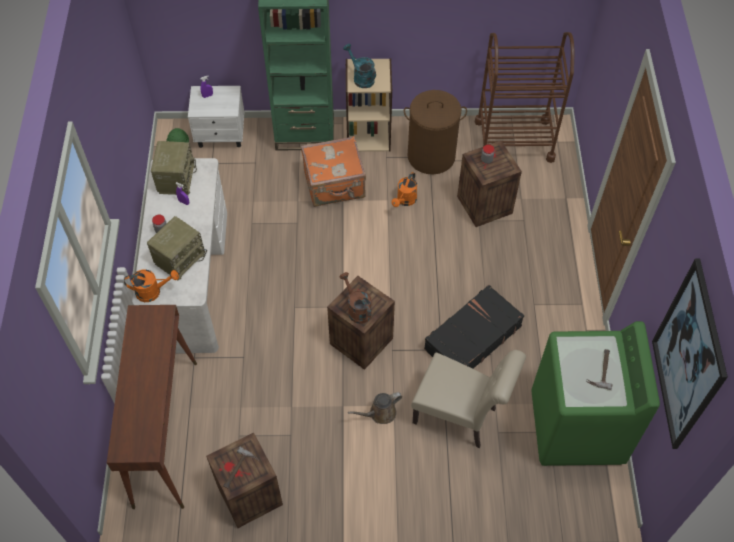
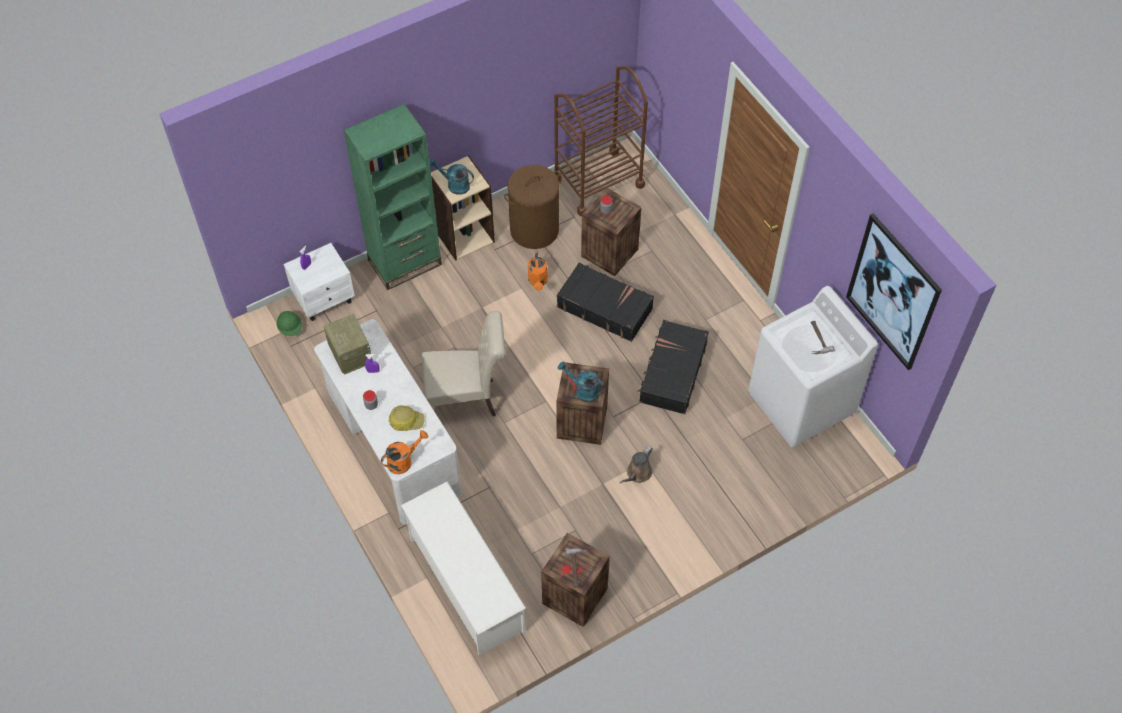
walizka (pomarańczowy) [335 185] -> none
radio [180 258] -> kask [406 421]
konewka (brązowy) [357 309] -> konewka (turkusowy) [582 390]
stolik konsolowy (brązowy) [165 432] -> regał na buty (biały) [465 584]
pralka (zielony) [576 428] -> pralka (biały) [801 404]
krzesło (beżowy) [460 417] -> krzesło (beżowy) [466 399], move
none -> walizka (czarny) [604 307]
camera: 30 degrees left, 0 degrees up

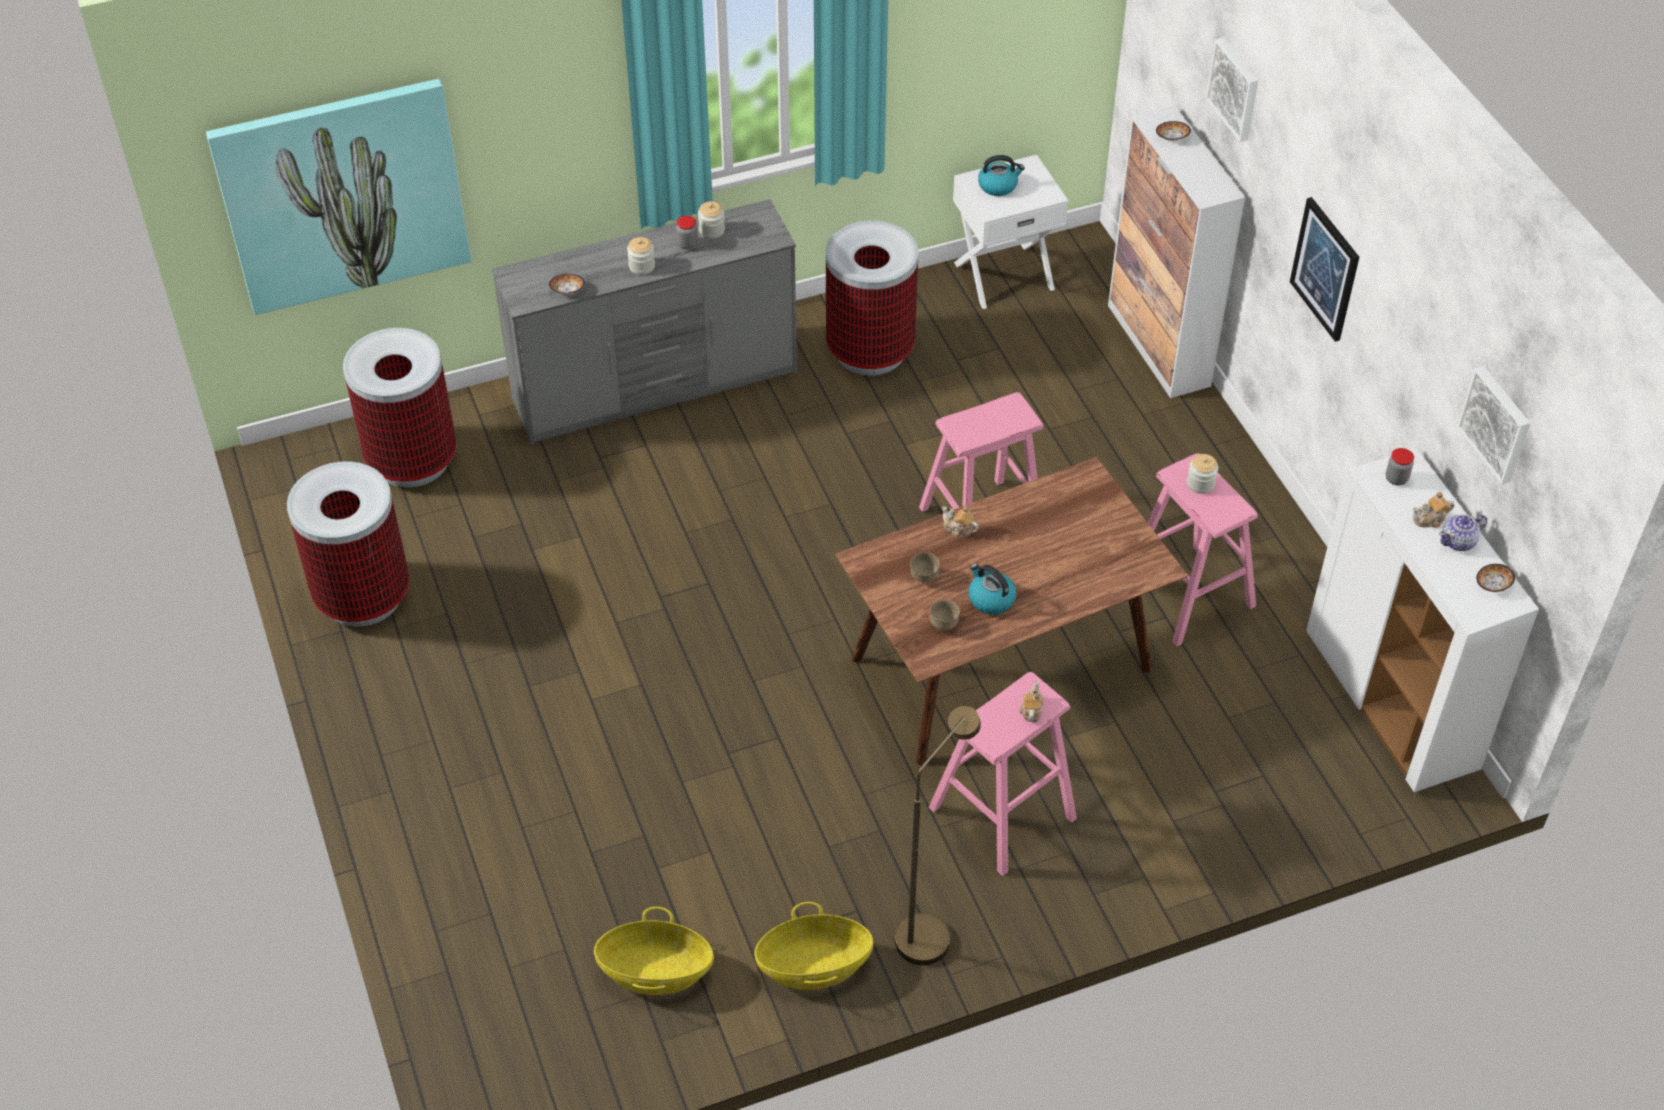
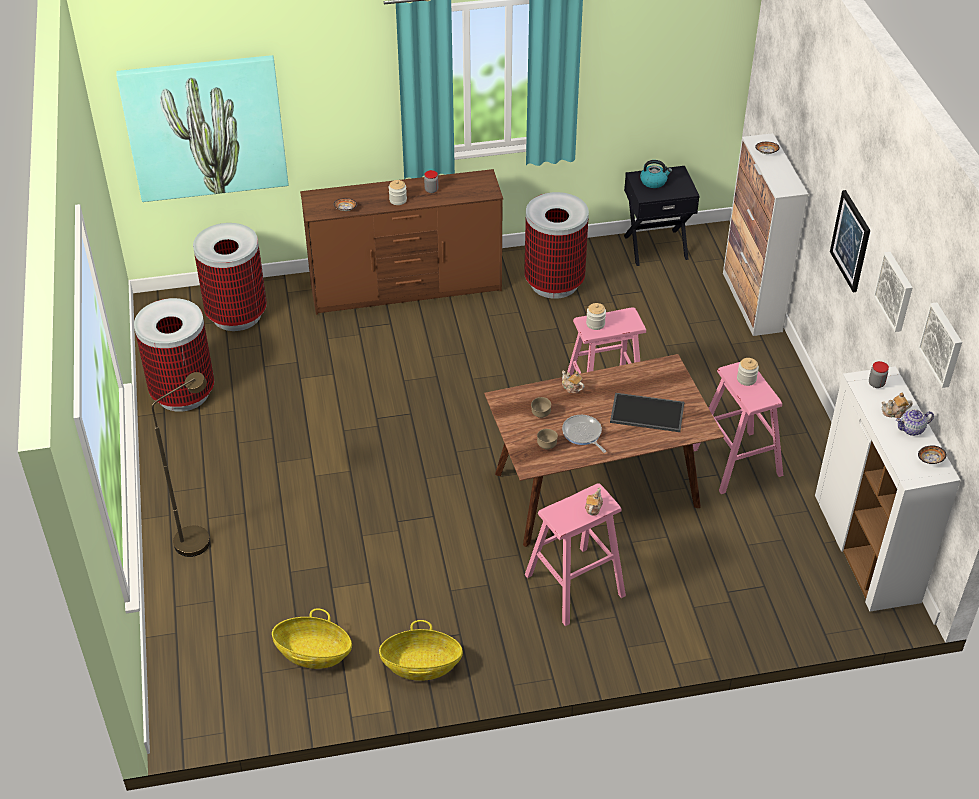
obraz [1235 88] -> obraz [895 291], move
szafka nocna (biały) [1003 275] -> szafka nocna (czarny) [655 246]
komoda (szary) [656 386] -> komoda (brązowy) [406 289]
słoik [712 230] -> słoik [595 324], move
czajnik [990 599] -> patelnia [583 434]
lampa stojąca (brązowy) [929 929] -> lampa stojąca (brązowy) [199 536], move
none -> taca [646 413]
camera: 10 degrees right, 5 degrees down

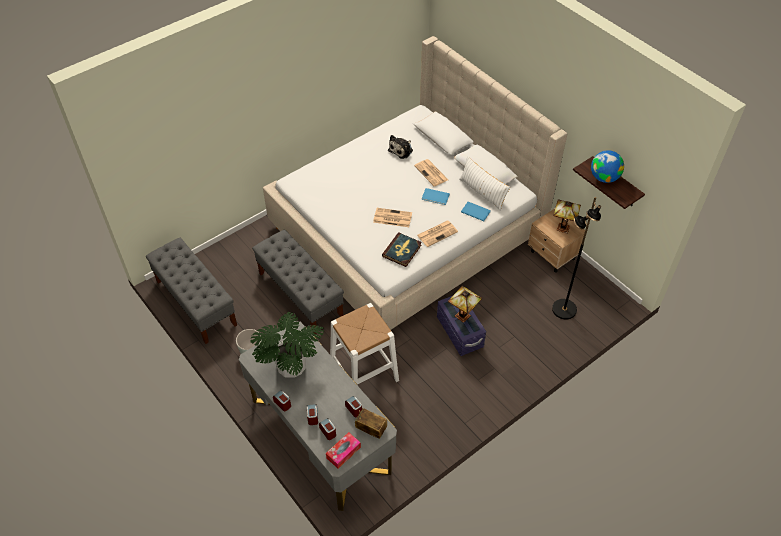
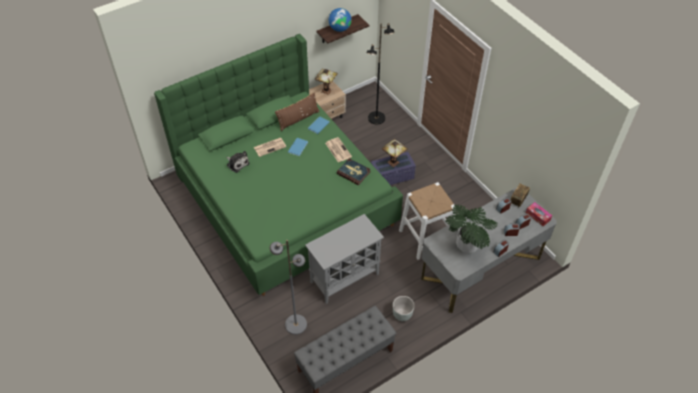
łóżko (beżowy) [408 230] -> łóżko (zielony) [285 198]
poduszka (biały) [482 192] -> poduszka (brązowy) [298 119]
gazeta [392 218] -> none
ławka (szary) [300 295] -> szafka (szary) [345 277]
none -> lampa stojąca (szary) [295 324]
camera: 85 degrees left, 0 degrees up

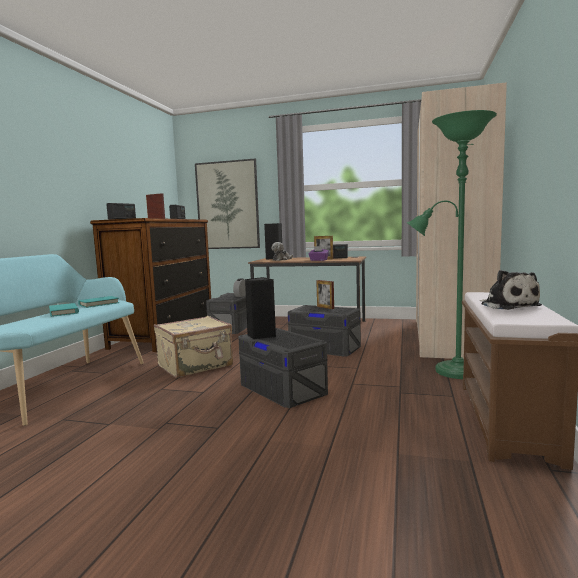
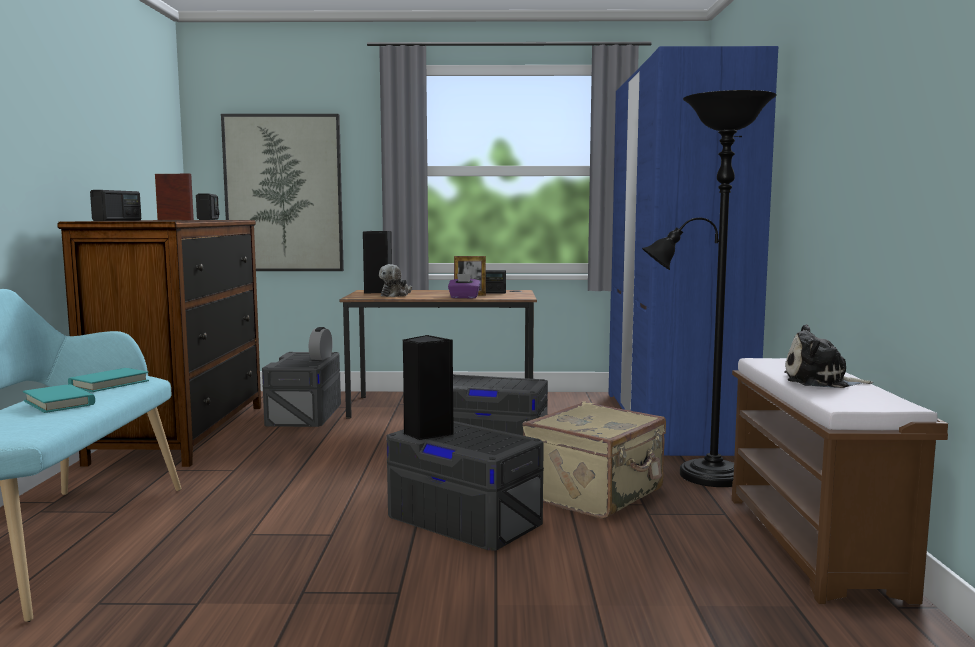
szafa (beżowy) [449 337] -> szafa (niebieski) [672 421]
lampa stojąca (zielony) [451 371] -> lampa stojąca (czarny) [703 476]
pluszak [508 305] -> pluszak [820 381], 135 degrees clockwise
ramka na zdjęcie [325 307] -> none
walizka (beżowy) [196 366] -> walizka (beżowy) [596 494], move
camera: 15 degrees left, 0 degrees up

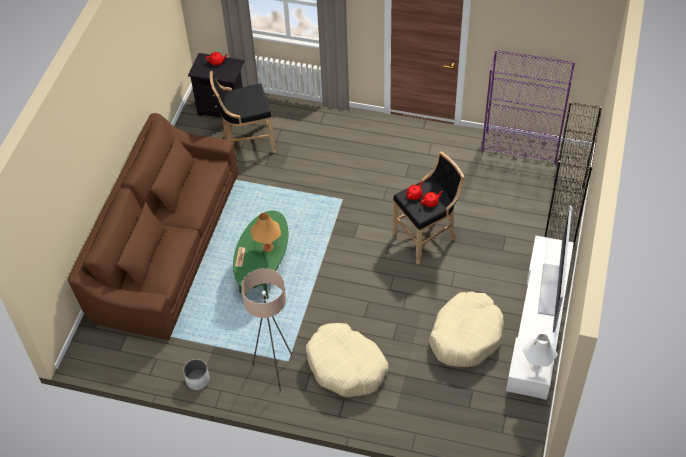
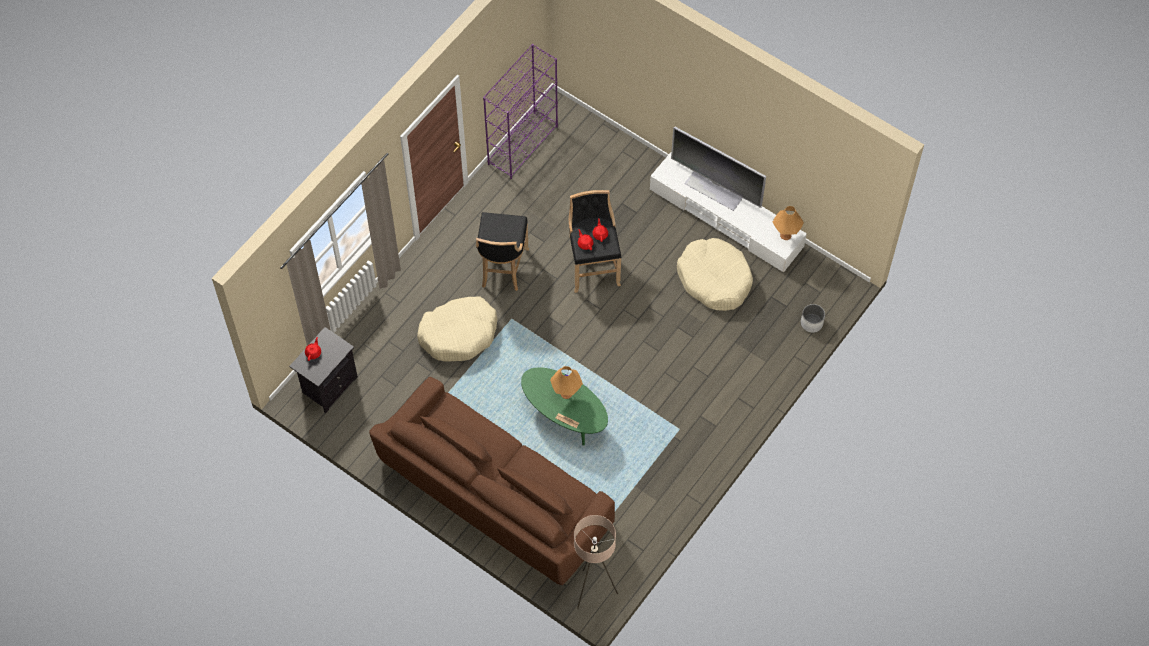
stołek (czarny) [247 143] -> stołek (czarny) [502 269], move
regał (czarny) [564 214] -> none
lampa stojąca (beżowy) [275 370] -> lampa stojąca (beżowy) [593 591], move
legowisko (beżowy) [346 366] -> legowisko (beżowy) [459 333], move
lampa stołowa (biały) [536 367] -> lampa stołowa (pomarańczowy) [785 235]
donica (biały) [197 380] -> donica (biały) [811 323], move
camera: 70 degrees left, 10 degrees up

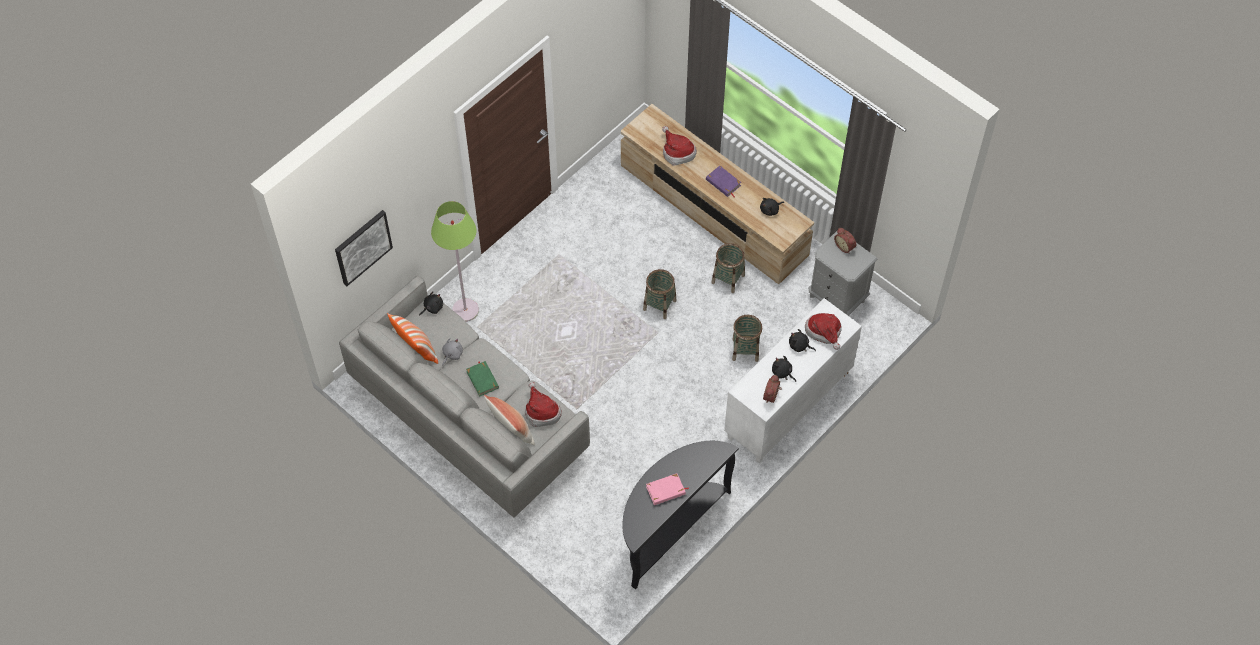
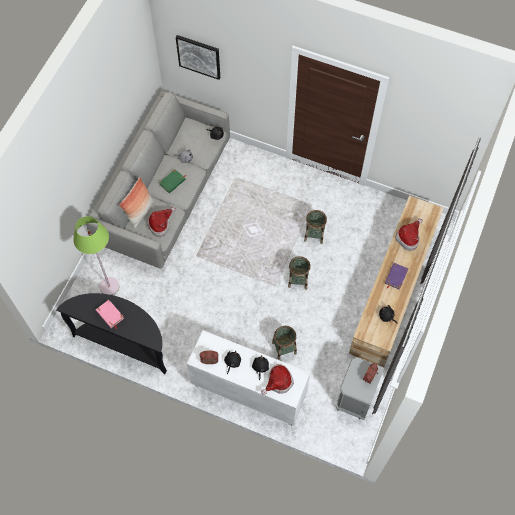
lampa stojąca (zielony) [465 310] -> lampa stojąca (zielony) [109 286], move
koszyk [728 279] -> koszyk [314 234], move
poduszka [416 350] -> none
camera: 70 degrees right, 5 degrees up

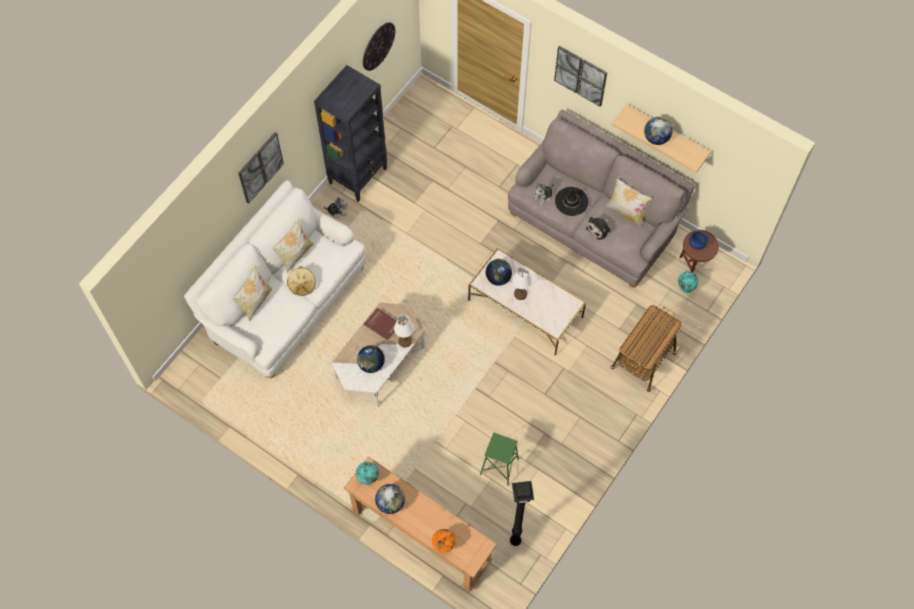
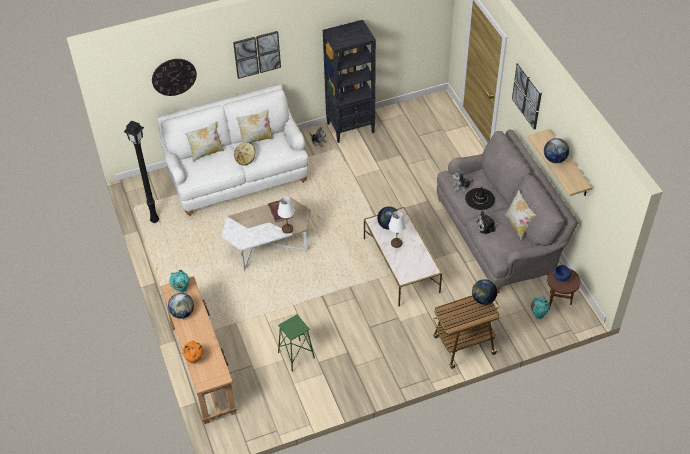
zegar ścienny [378 46] -> zegar ścienny [174 77], move
globus [371 364] -> globus [483 299], move
lampa stojąca (czarny) [516 541] -> lampa stojąca (czarny) [155 221], move
camera: 35 degrees right, 15 degrees down

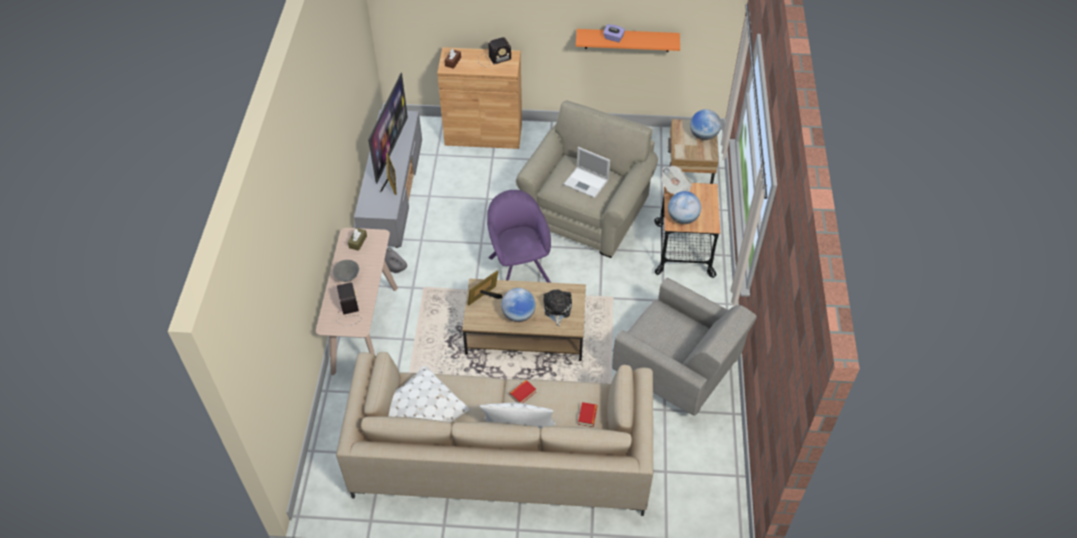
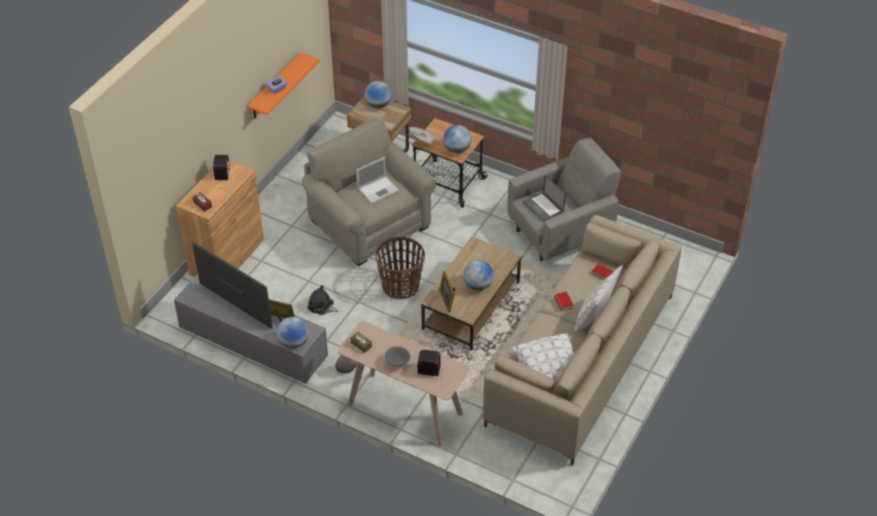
fotel (fioletowy) [518 267] -> koszyk [400 286]
pluszak [557 309] -> pluszak [322 306], move
none -> laptop [544 207]
none -> globus [293 342]
camera: 65 degrees left, 5 degrees down

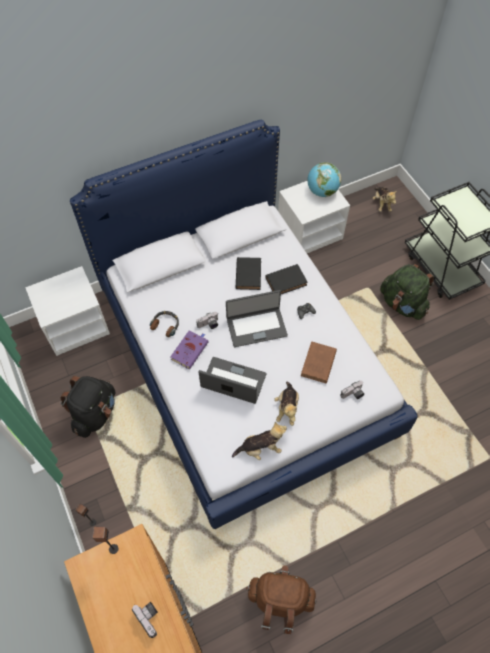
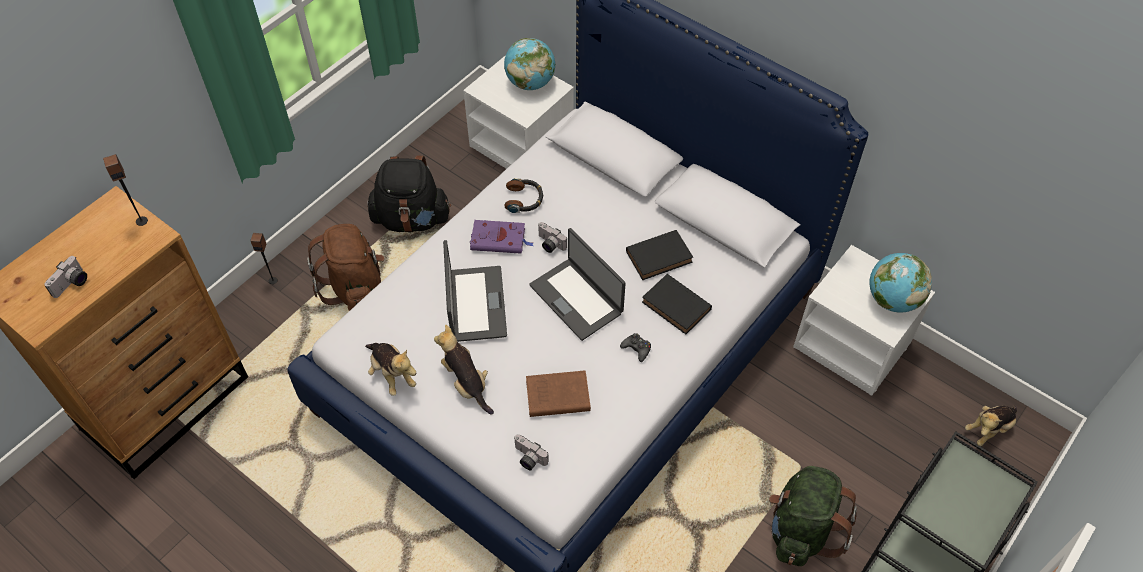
pluszak [287 408] -> pluszak [466 383], 75 degrees clockwise
plecak (brązowy) [280 599] -> plecak (brązowy) [355 288], move
none -> globus [530 83]
camera: 65 degrees right, 5 degrees down

